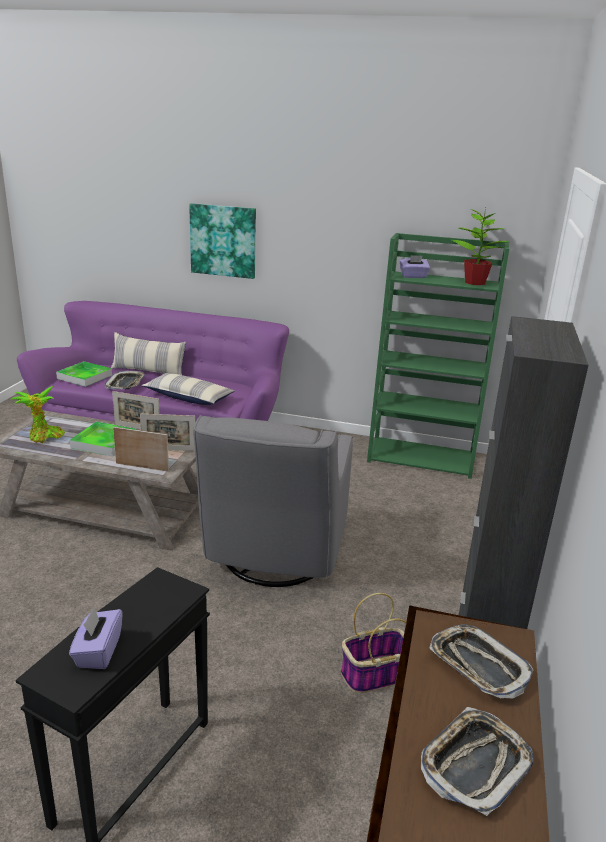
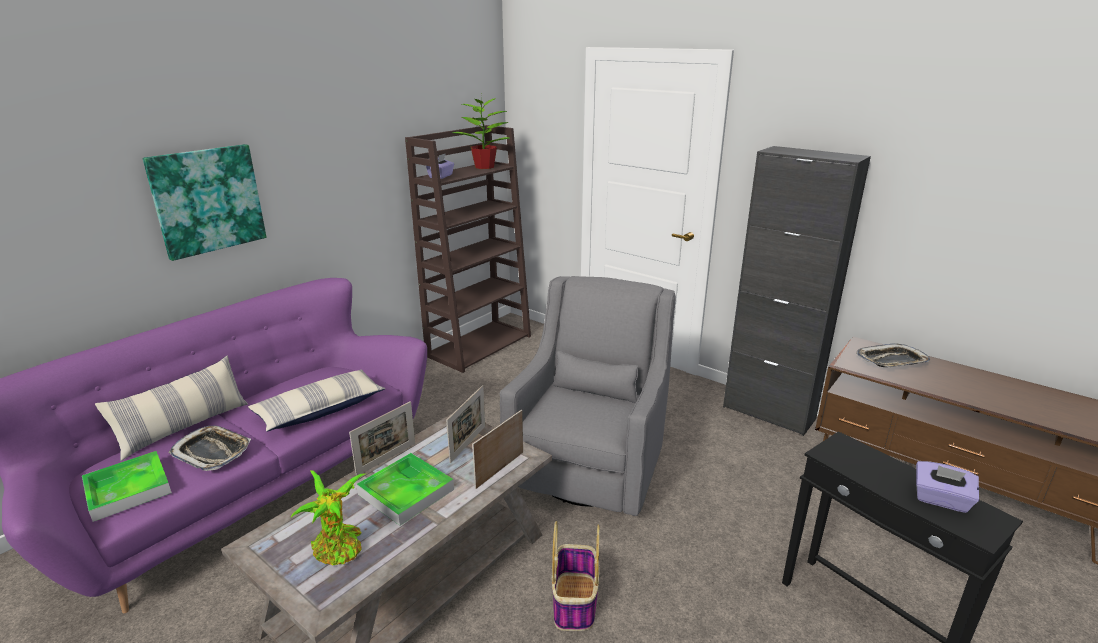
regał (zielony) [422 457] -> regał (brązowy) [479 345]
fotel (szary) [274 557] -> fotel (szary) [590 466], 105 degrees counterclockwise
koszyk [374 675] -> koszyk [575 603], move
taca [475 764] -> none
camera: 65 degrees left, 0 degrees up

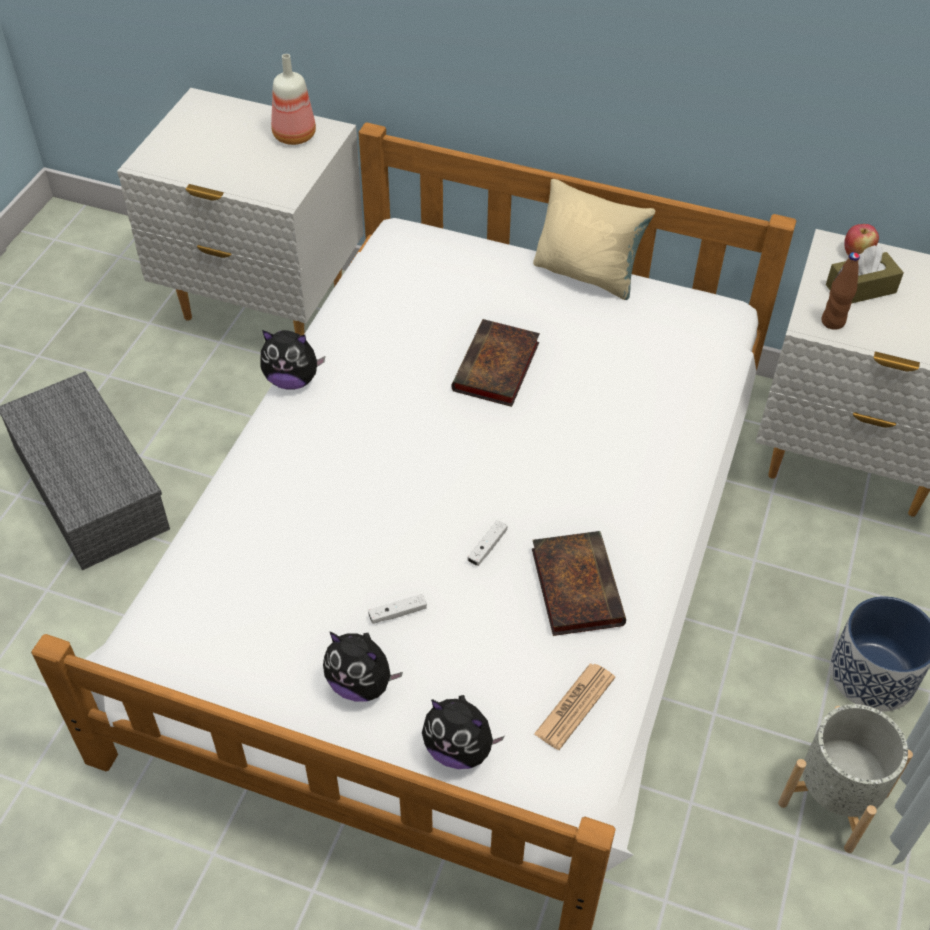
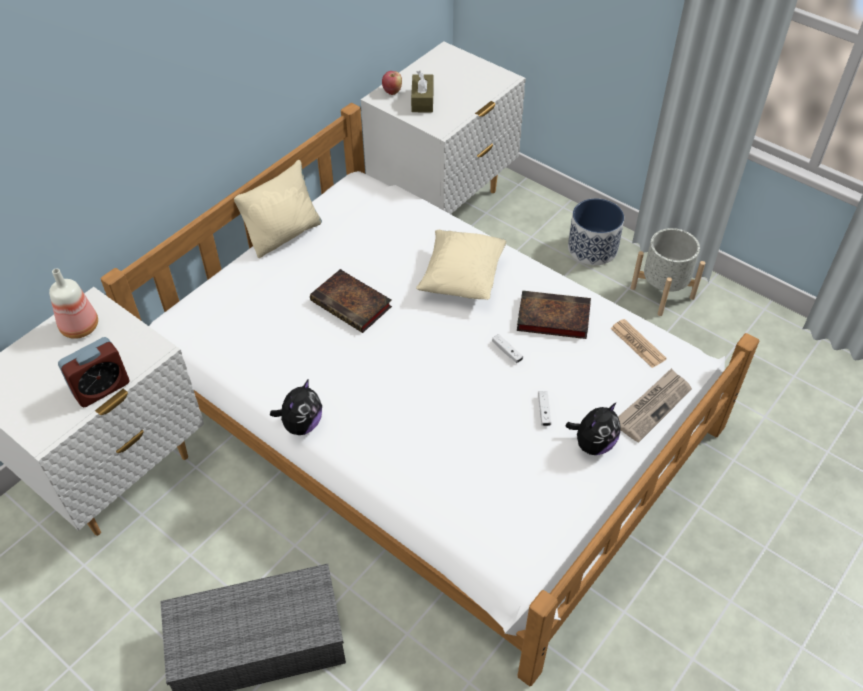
butelka (brązowy) [833 322] -> none
pluszak [459 749] -> gazeta [653 406]
none -> poduszka (beżowy) [462 278]
none -> budzik [101 388]
camera: 70 degrees left, 0 degrees up

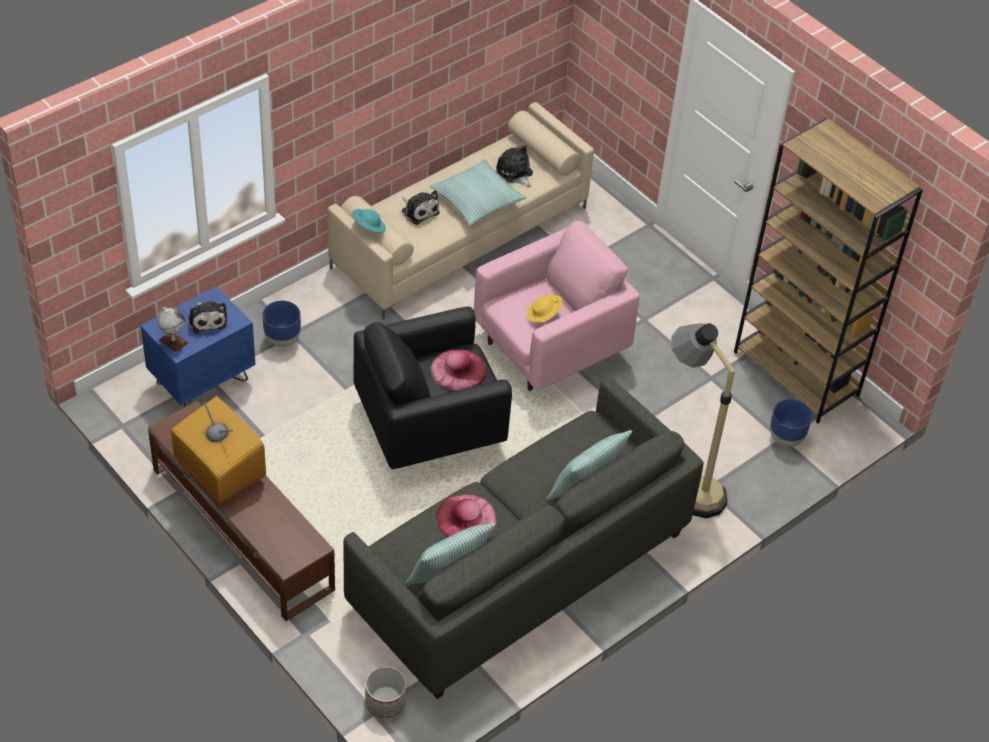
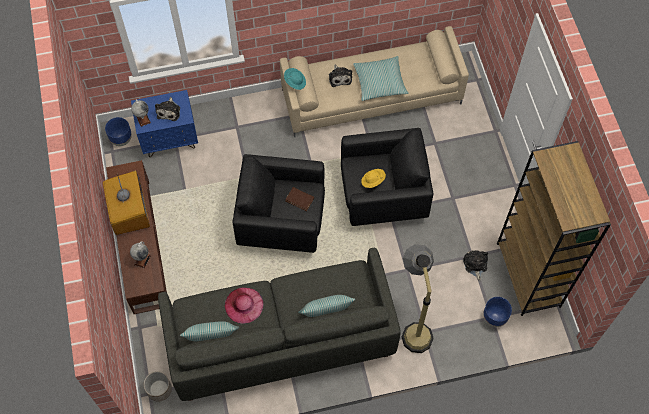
pluszak [515 173] -> pluszak [475 265], move
fotel (różowy) [550 348] -> fotel (czarny) [382 195]
donica (niebieski) [282 340] -> donica (niebieski) [121 140], move
kapelusz (różowy) [458 370] -> książka (brązowy) [299 199]
none -> globus [142 259]
camera: 30 degrees right, 15 degrees up

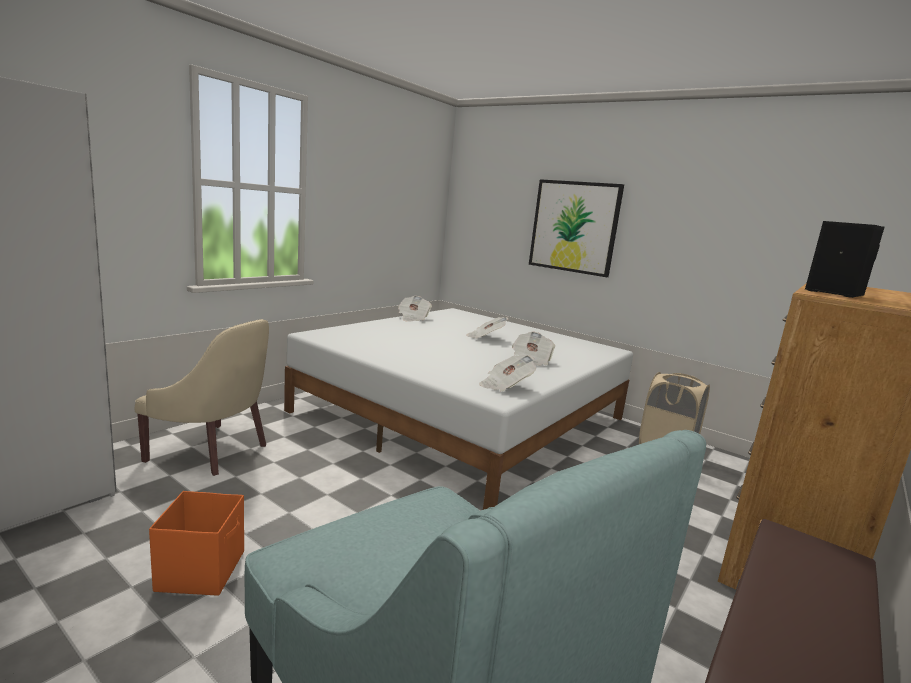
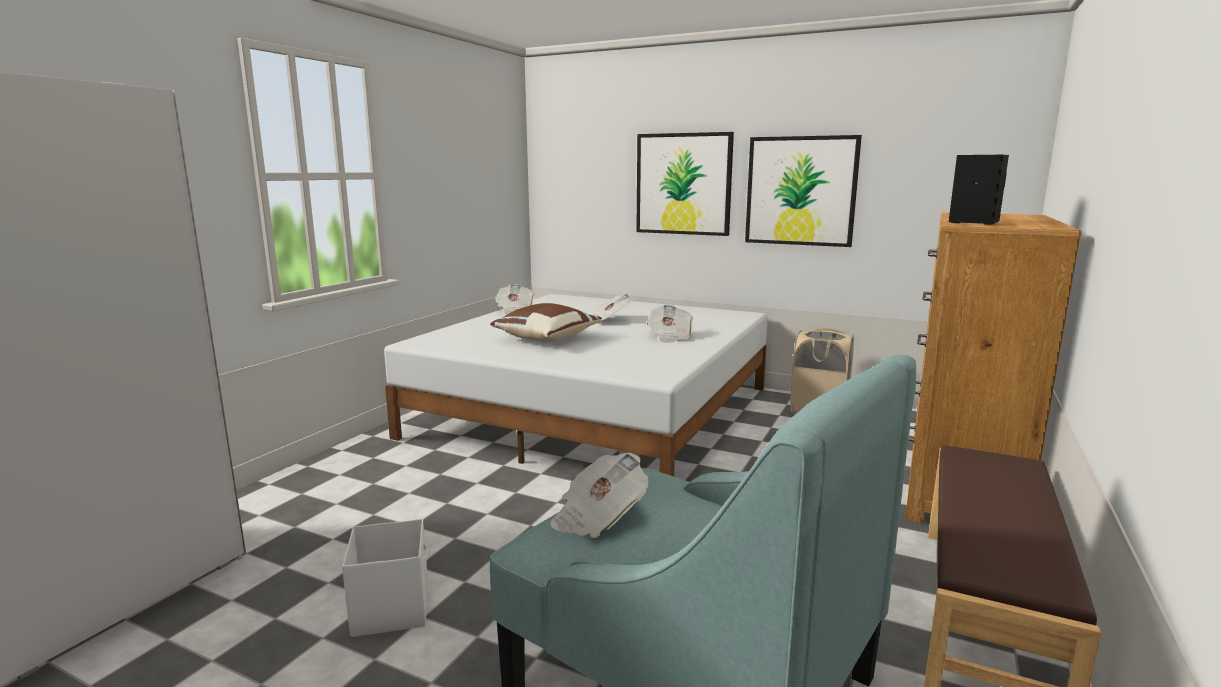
fotel (beżowy) [213 451] -> none
gazeta [505 386] -> gazeta [598 518], move
pojemnik do przechowywania (pomarańczowy) [202 570] -> pojemnik do przechowywania (biały) [392 608]
none -> obraz [800 191]
none -> poduszka (brązowy) [546 339]
camera: 10 degrees left, 0 degrees up

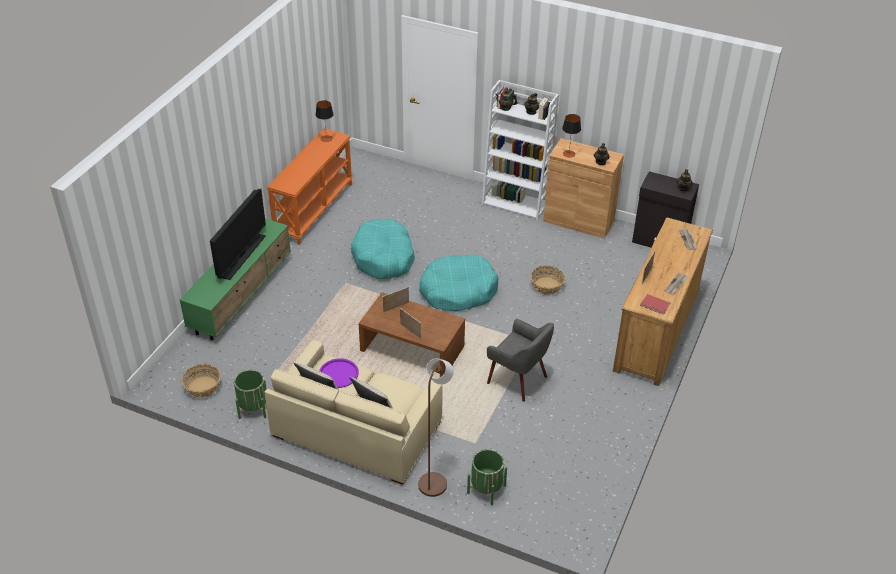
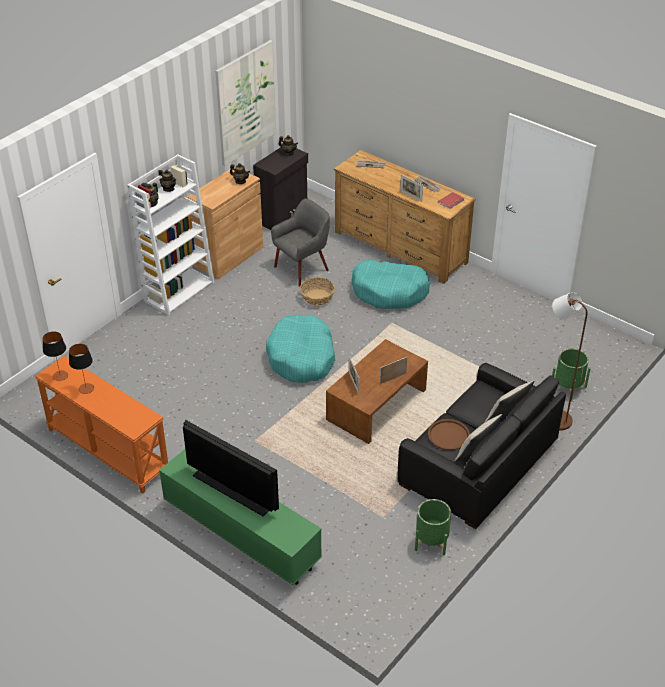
lampa stołowa [569 153] -> lampa stołowa [86 388], move
legowisko (turkusowy) [384 257] -> legowisko (turkusowy) [390 291], move
fotel (szary) [518 379] -> fotel (szary) [302 268], move
kanapa (beżowy) [355 429] -> kanapa (czarny) [479 463]
taca (fioletowy) [338 373] -> taca (brązowy) [448 435]
koszyk [202 387] -> none
none -> obraz [245 103]
camera: 75 degrees left, 0 degrees up

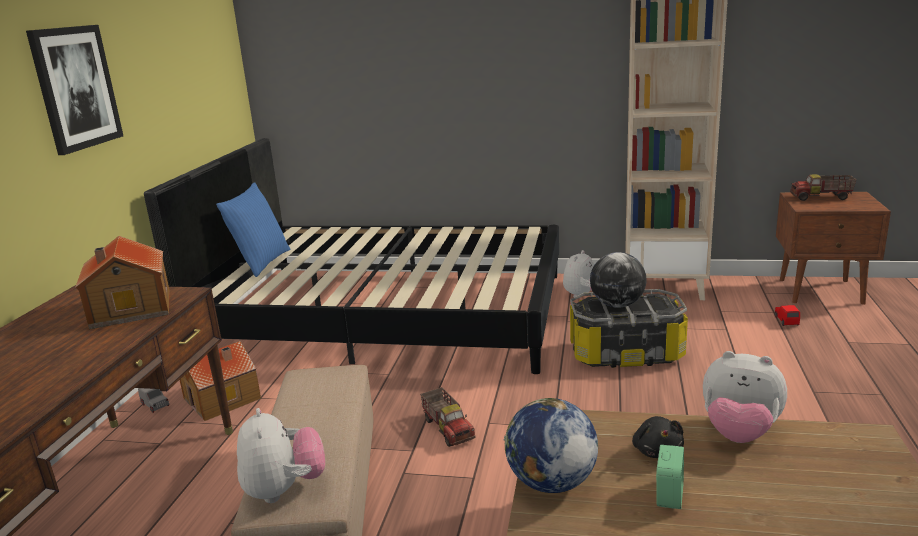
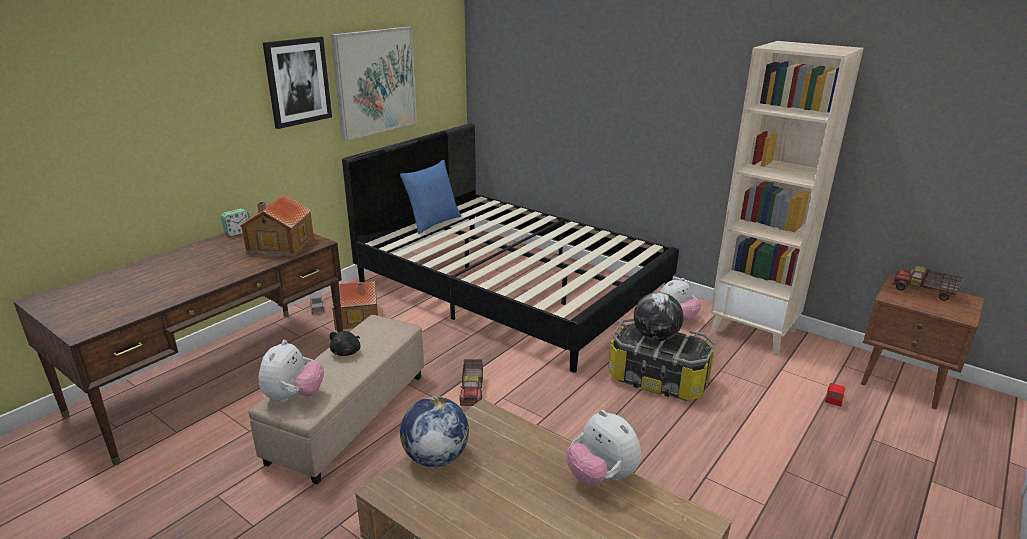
pluszak (czarny) [657 451] -> pluszak (czarny) [347 352], move
budzik [669 495] -> budzik [238 232], move
none -> obraz [375 82]
camera: 25 degrees right, 5 degrees up

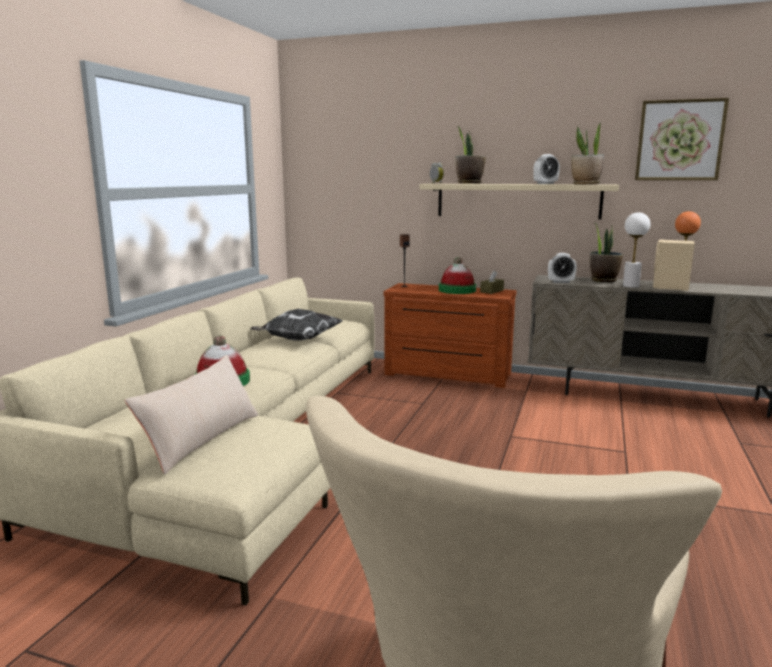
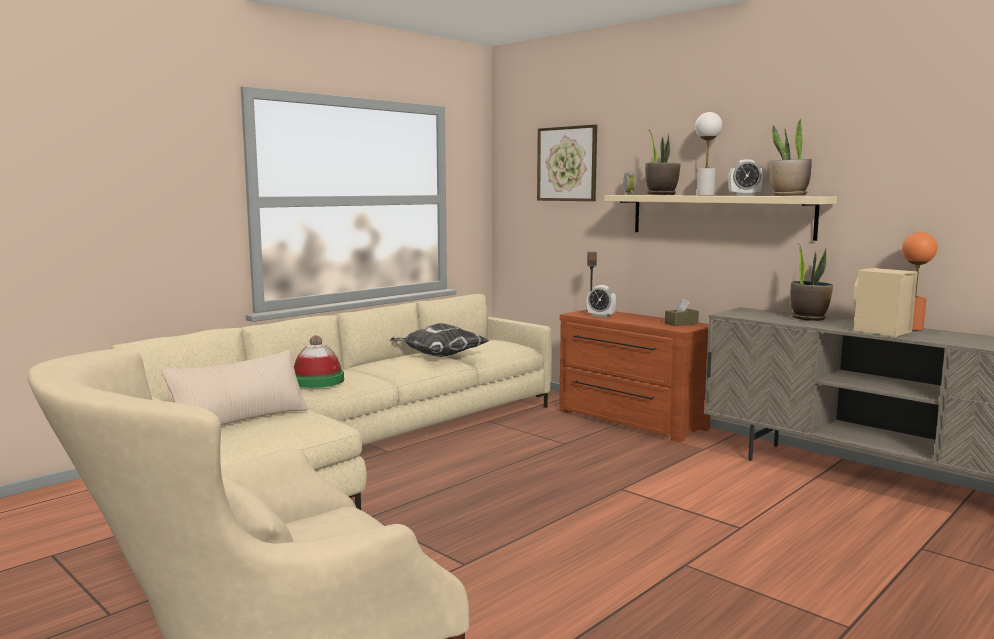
obraz [679 140] -> obraz [567 164], move
lampa stołowa (biały) [630 286] -> lampa stołowa (biały) [705 195], move
budzik [560 282] -> budzik [601 316], move
kapelusz [457 290] -> none
camera: 25 degrees right, 5 degrees down

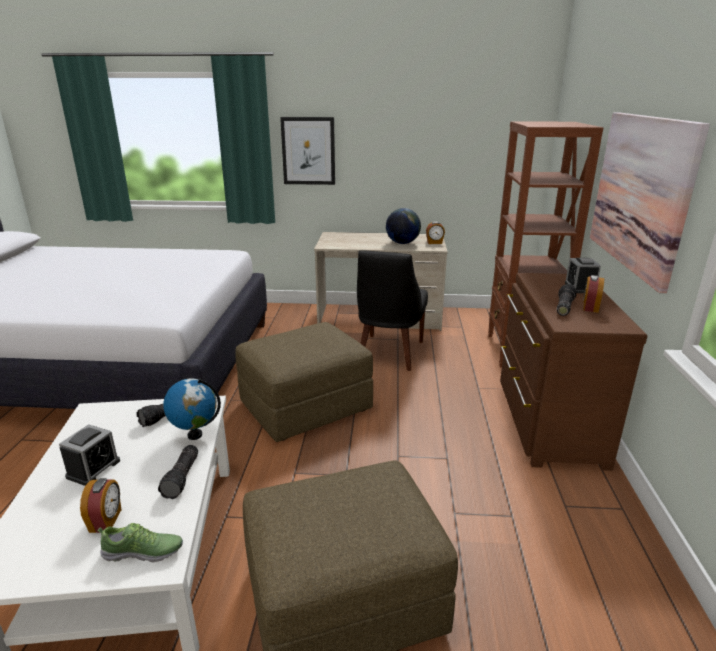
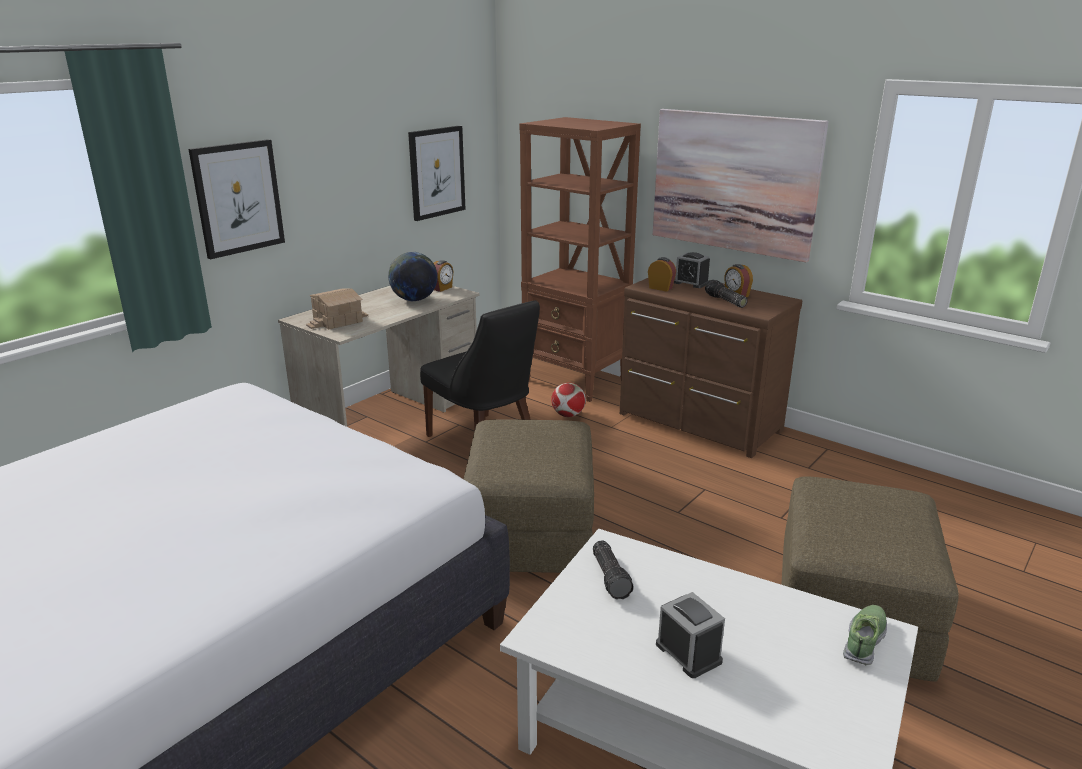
globus [195 435] -> none
latarka [183 478] -> none
budzik [106 521] -> budzik [661 288], move
none -> obraz [436 172]
none -> domek [337 320]
none -> piłka futbolowa [568 415]
camera: 55 degrees left, 0 degrees up

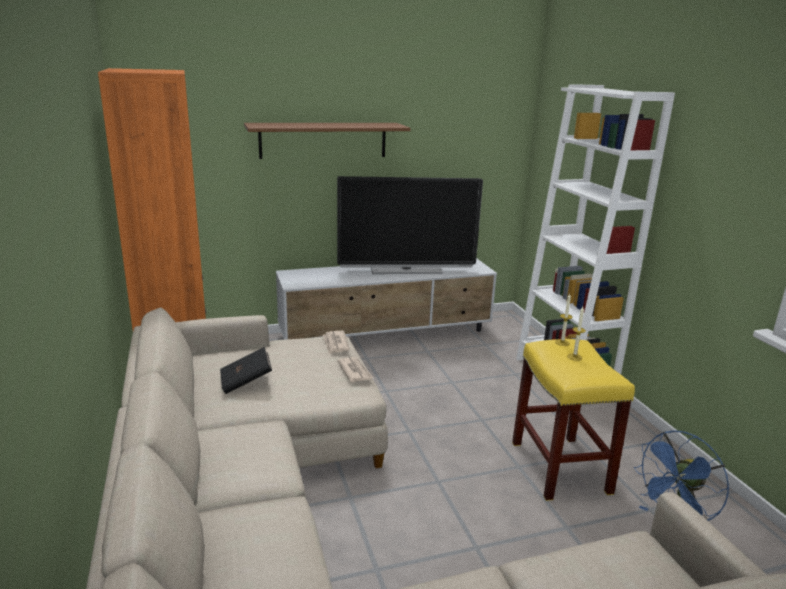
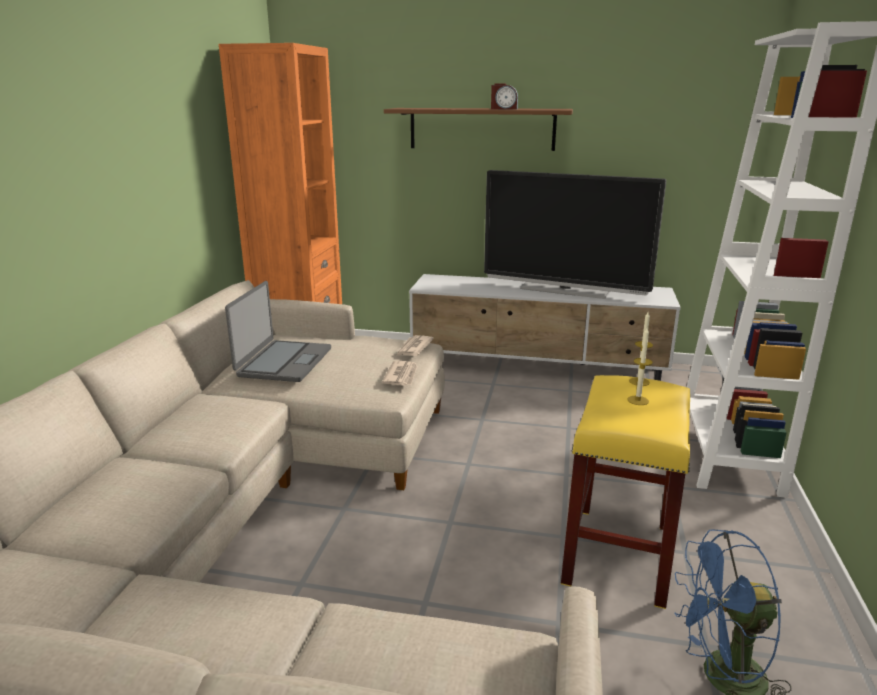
książka (czarny) [246 382] -> laptop [283 362]
none -> budzik [504 109]
camera: 30 degrees right, 0 degrees up

